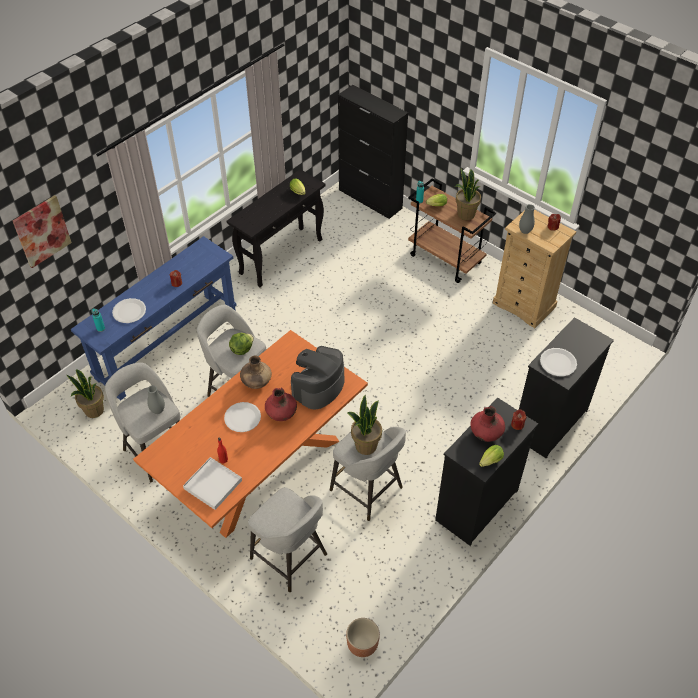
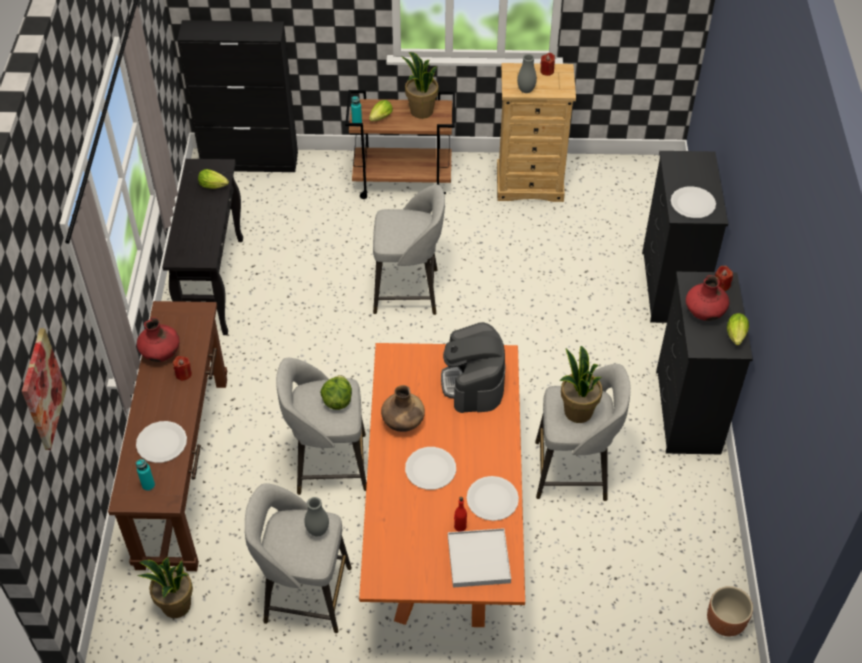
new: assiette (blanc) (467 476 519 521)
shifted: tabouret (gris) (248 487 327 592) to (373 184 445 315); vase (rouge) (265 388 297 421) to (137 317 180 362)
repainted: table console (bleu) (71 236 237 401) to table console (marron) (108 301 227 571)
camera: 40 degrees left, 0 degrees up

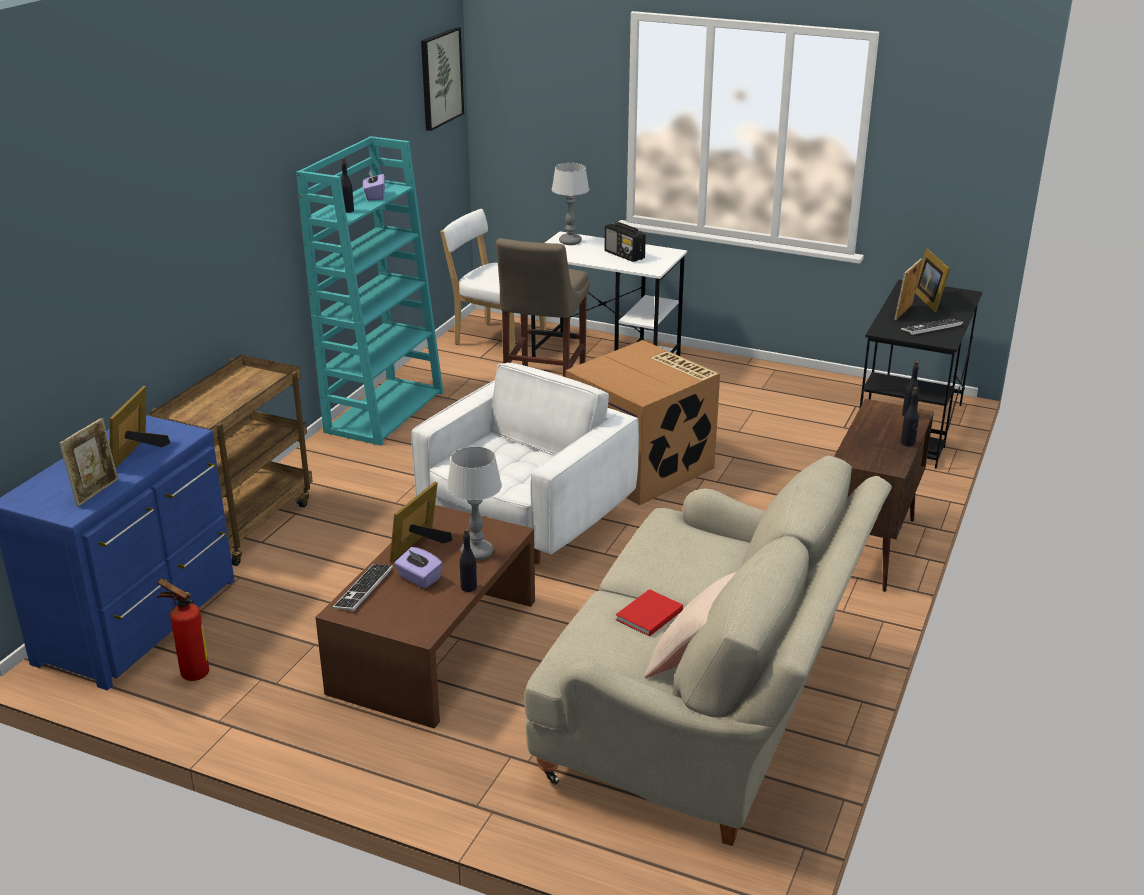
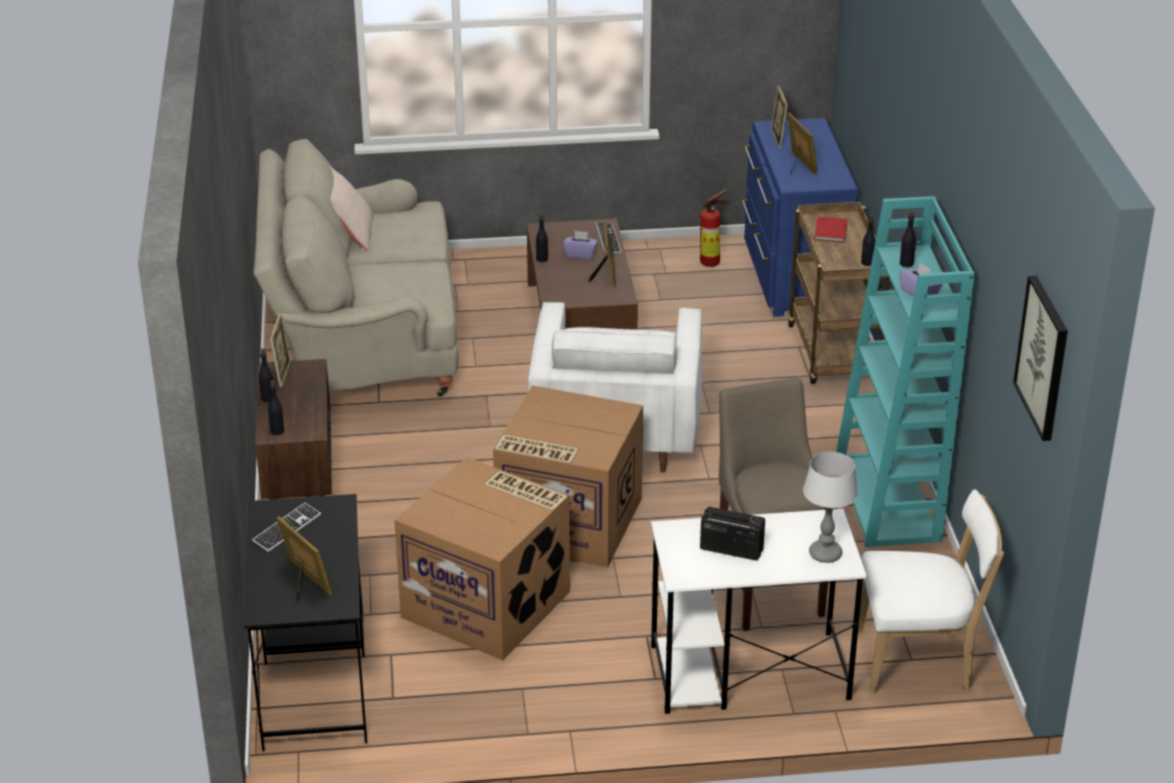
gone: lampe de table (447 446 502 561)
new: carton (394 457 570 660); bouteille (noir) (861 215 875 266)
shifted: livre (rouge) (616 589 683 637) to (814 216 848 243); cadre photo (894 258 922 320) to (270 313 291 387)
camera: 150 degrees right, 5 degrees up

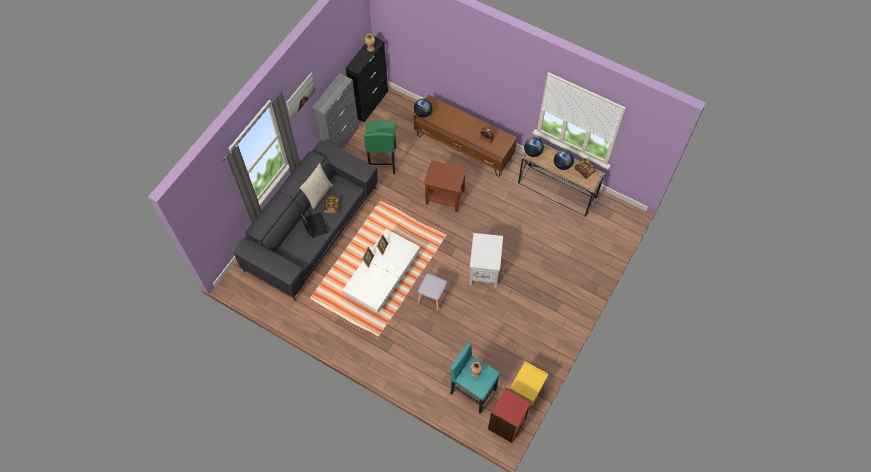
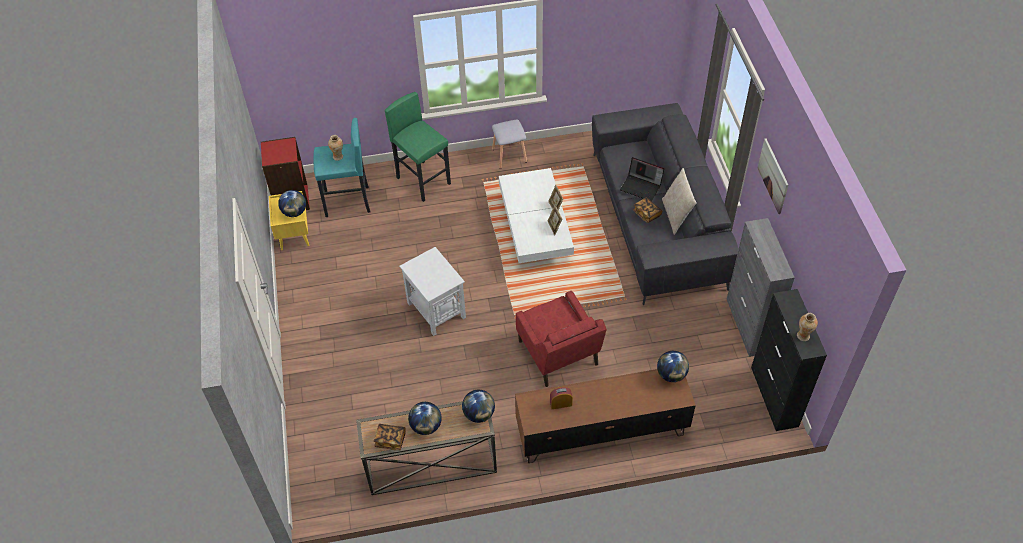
new: globe (278 190 306 217)
shifted: tabouret (vert) (364 121 396 174) to (385 92 451 202); tabouret (gris) (418 273 448 312) to (492 120 527 169)
swapped: table d'appoint (marron) (424 160 467 212) to fauteuil (rouge) (516 291 607 387)
camera: 140 degrees right, 10 degrees down

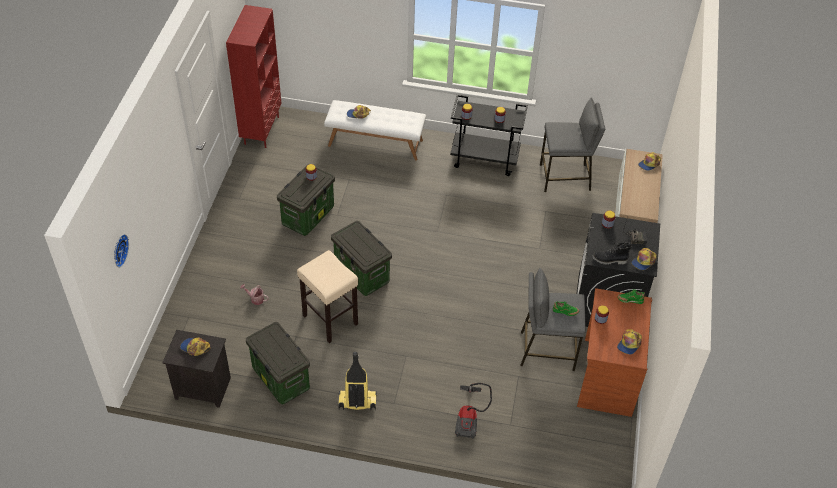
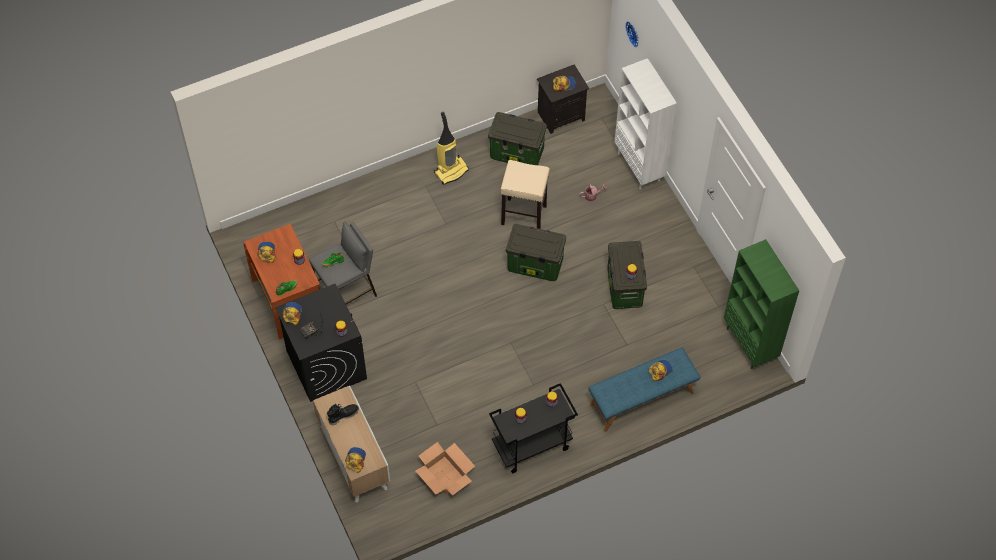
gone: aspirateur (455 383 492 439)
new: bibliothèque (blanc) (614 58 677 189)
shifted: botte (noir) (592 242 632 265) to (327 404 359 426)
swapped: tabouret (gris) (540 98 605 192) to carton (416 442 475 495)
repainted: bibliothèque (rouge) (226 5 281 148) to bibliothèque (vert) (724 239 799 369); banc (blanc) (324 100 426 161) to banc (bleu) (589 347 700 432)
camera: 145 degrees right, 10 degrees up

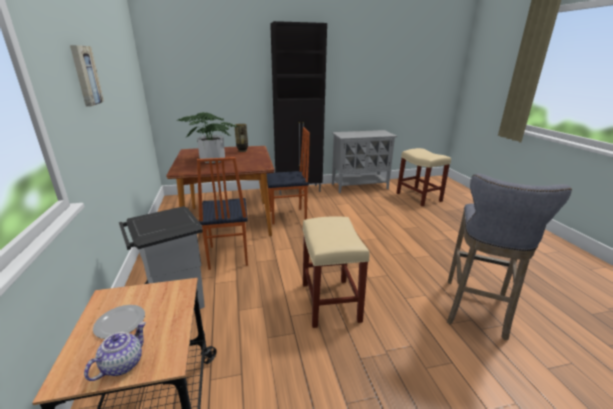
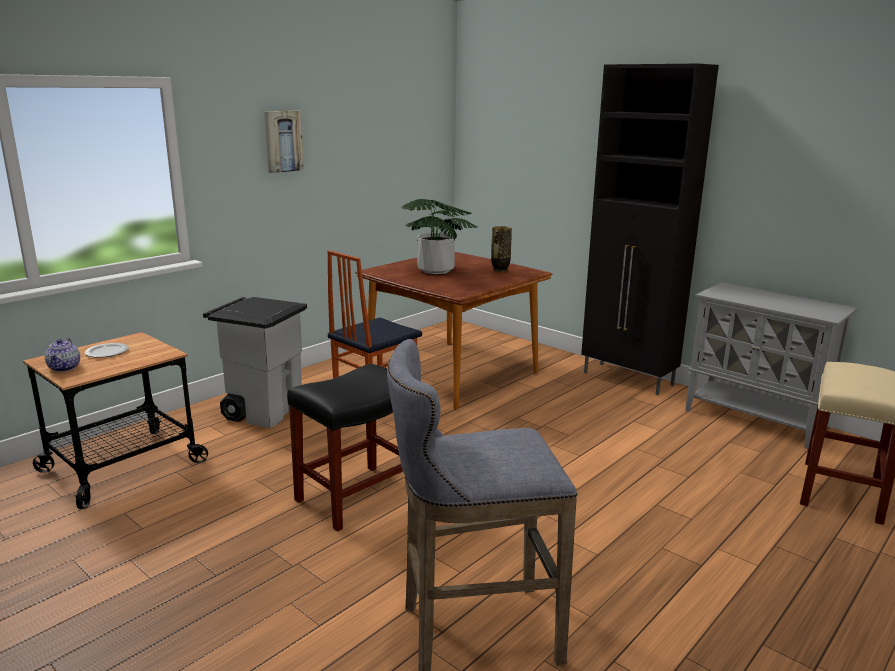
gone: chaise (267 127 310 224)
repainted: tabouret (beige) (303 216 370 328) to tabouret (noir) (287 364 403 532)
rotated: théière (84 322 146 381) = (45 338 80 372) 90 degrees clockwise
camera: 55 degrees right, 5 degrees down

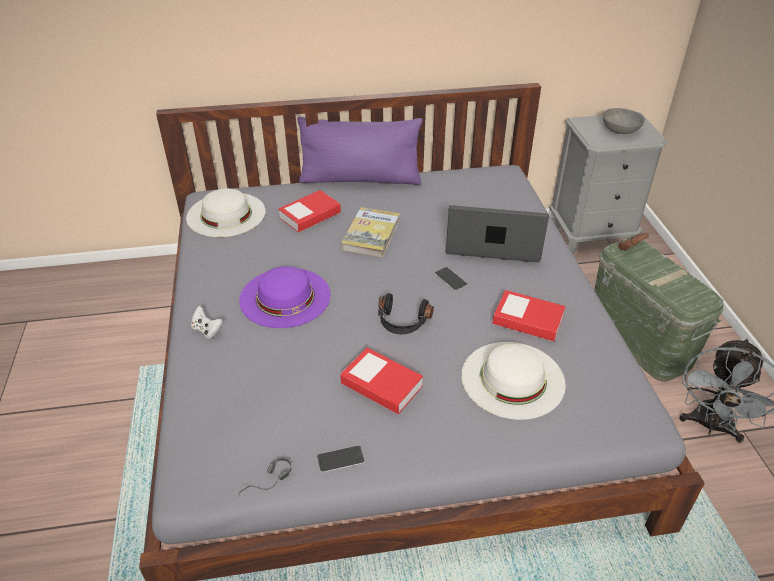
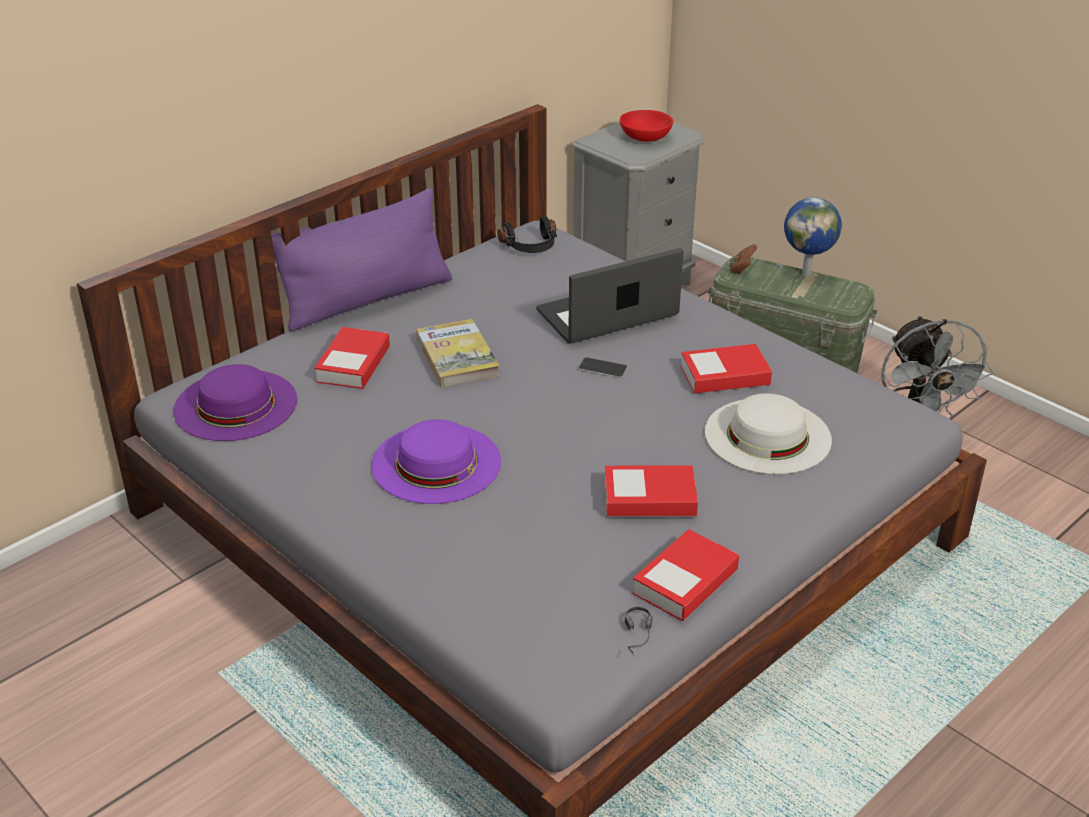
gone: manette (blanc) (191 306 223 339)
new: globe (784 197 842 276)
shifted: casque audio (noir) (378 293 434 334) to (497 216 557 253)
swapped: téléphone (317 445 365 473) to livre (632 529 739 621)
repainted: chapeau (blanc) (186 188 266 237) to chapeau (violet) (173 364 297 441); bol (gris) (603 108 645 134) to bol (rouge) (620 110 673 142)
camera: 35 degrees left, 5 degrees down

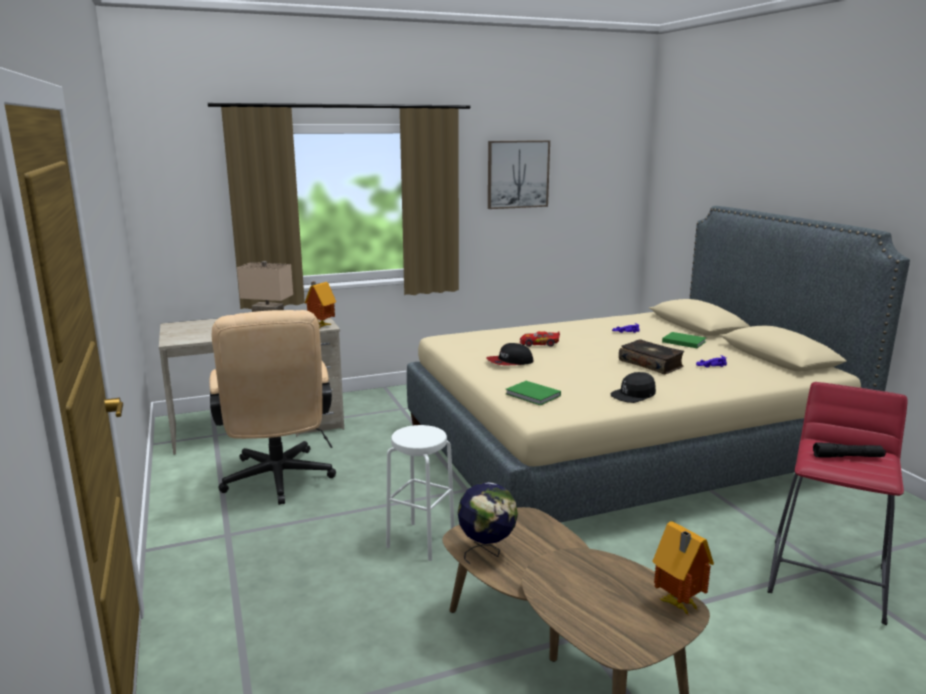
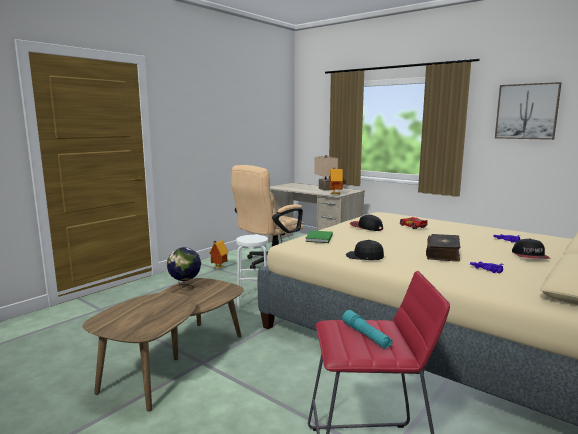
shifted: maison miniature (652 521 714 616) to (209 241 228 269)
swapped: livre (vert) (662 332 706 348) to casquette (512 238 551 259)
repainted: lampe de poche (noir) (813 443 886 458) to lampe de poche (turquoise) (342 310 393 348)
camera: 60 degrees right, 5 degrees down

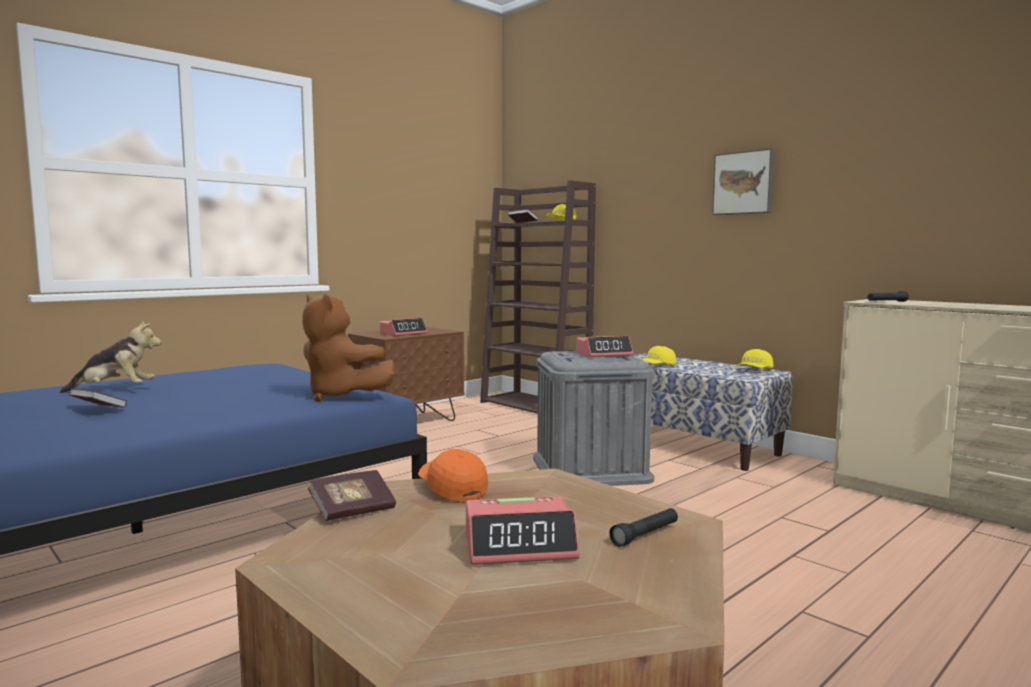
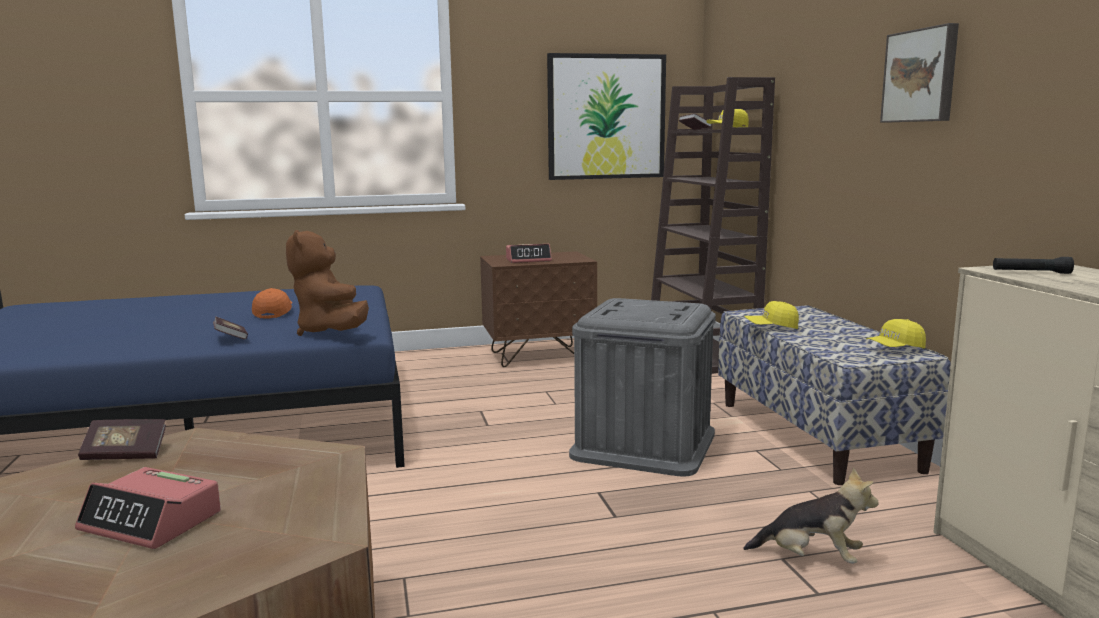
gone: réveil (577 336 633 357); lampe de poche (noir) (610 508 678 547)
new: tableau (547 53 666 180)
shifted: peluche (60 320 161 393) to (743 467 879 564); livre (69 388 127 408) to (213 316 248 340); casquette (orange) (418 449 488 503) to (252 288 292 319)
camera: 30 degrees right, 5 degrees up

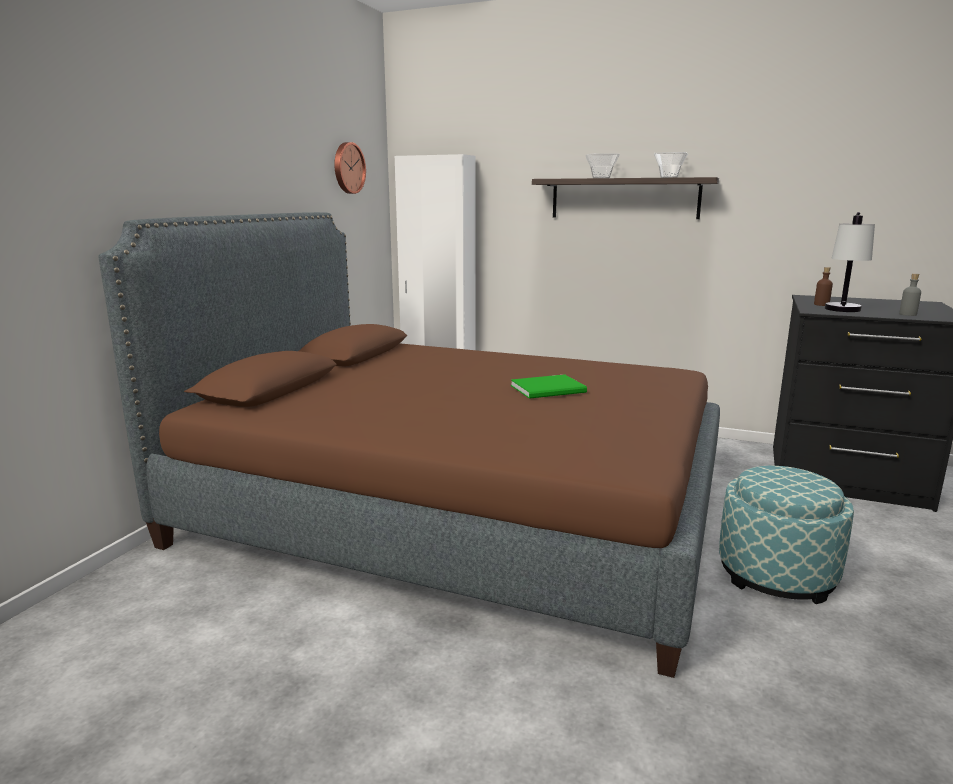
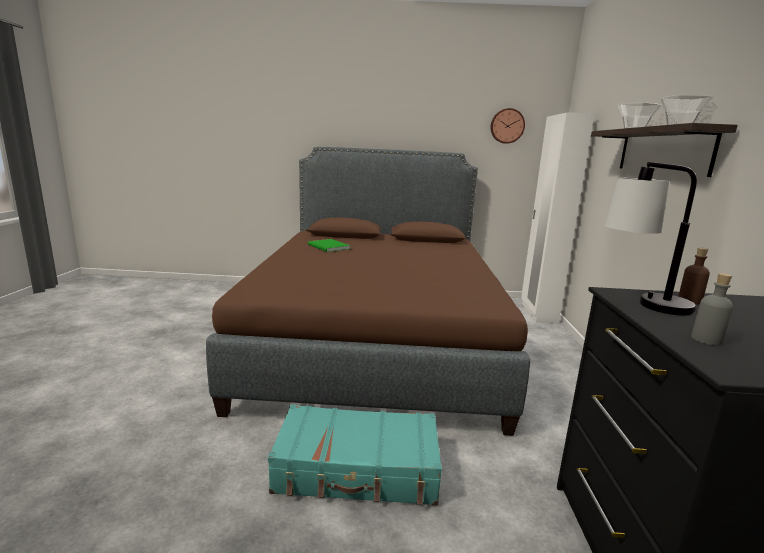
shifted: livre (vert) (511 374 587 399) to (308 239 350 252)
swapped: pouf (719 466 854 604) to valise (turquoise) (268 405 442 506)
camera: 70 degrees right, 0 degrees up

